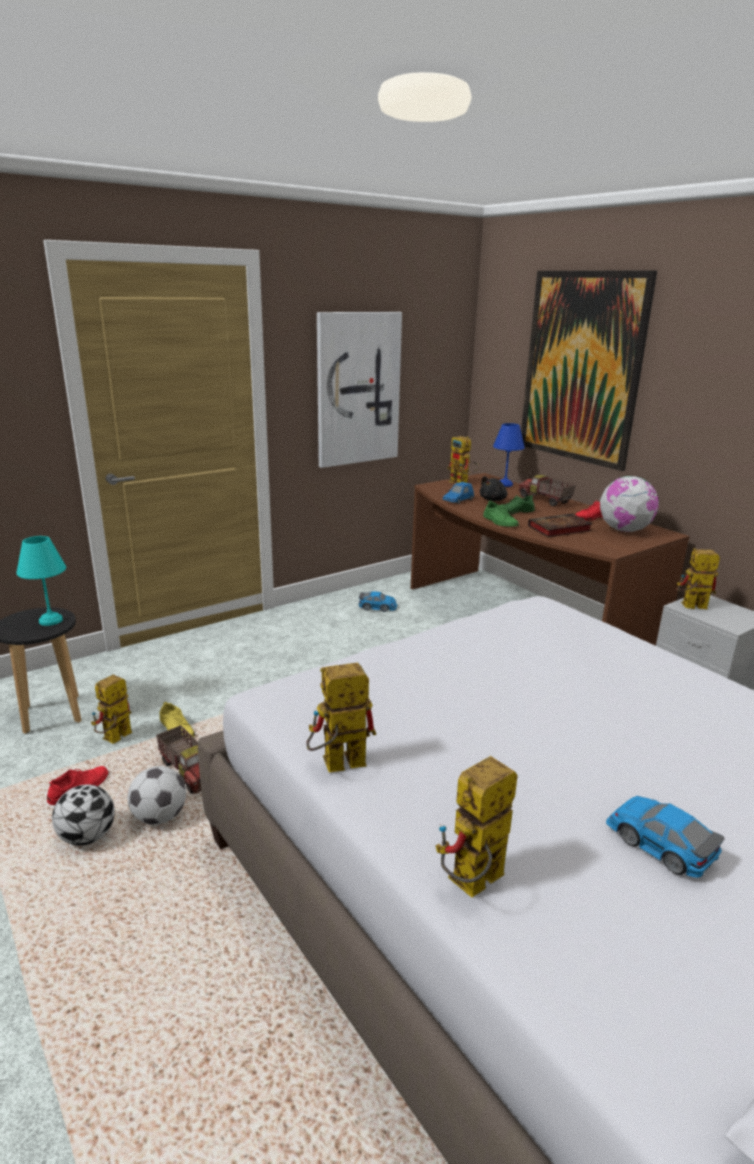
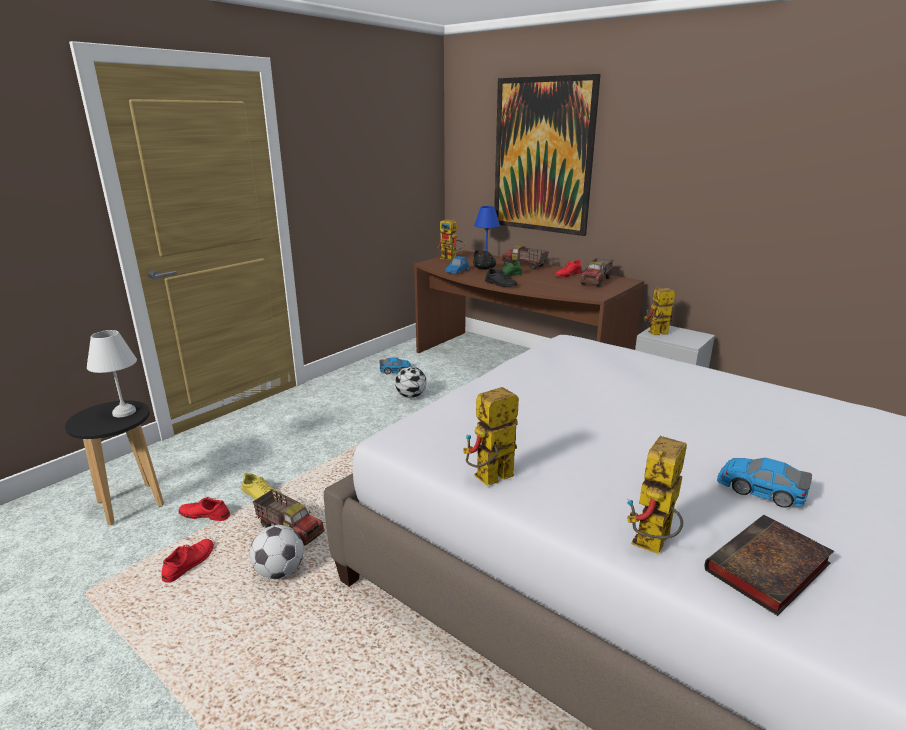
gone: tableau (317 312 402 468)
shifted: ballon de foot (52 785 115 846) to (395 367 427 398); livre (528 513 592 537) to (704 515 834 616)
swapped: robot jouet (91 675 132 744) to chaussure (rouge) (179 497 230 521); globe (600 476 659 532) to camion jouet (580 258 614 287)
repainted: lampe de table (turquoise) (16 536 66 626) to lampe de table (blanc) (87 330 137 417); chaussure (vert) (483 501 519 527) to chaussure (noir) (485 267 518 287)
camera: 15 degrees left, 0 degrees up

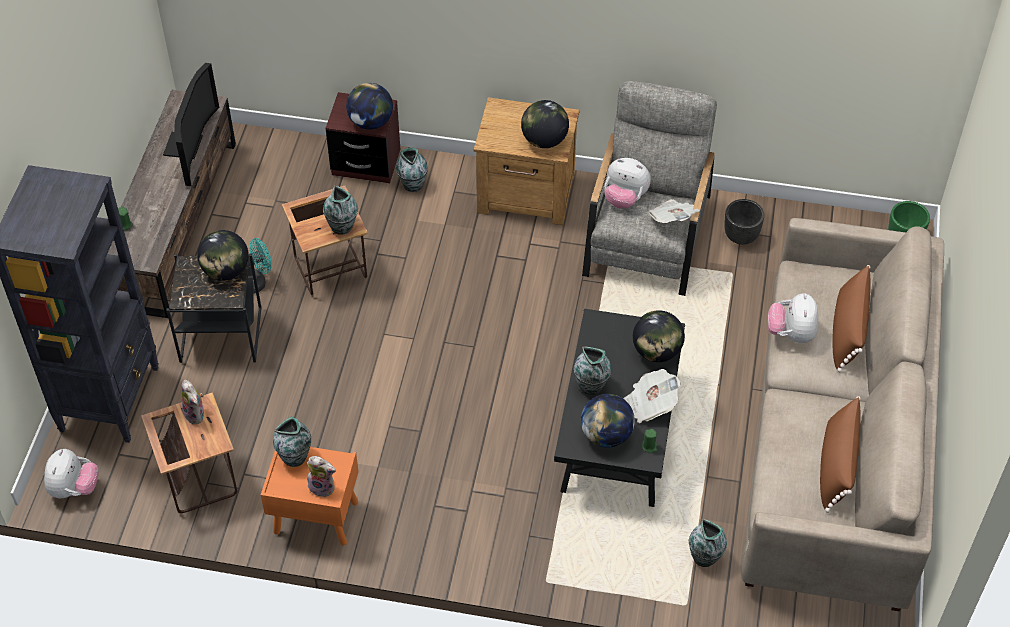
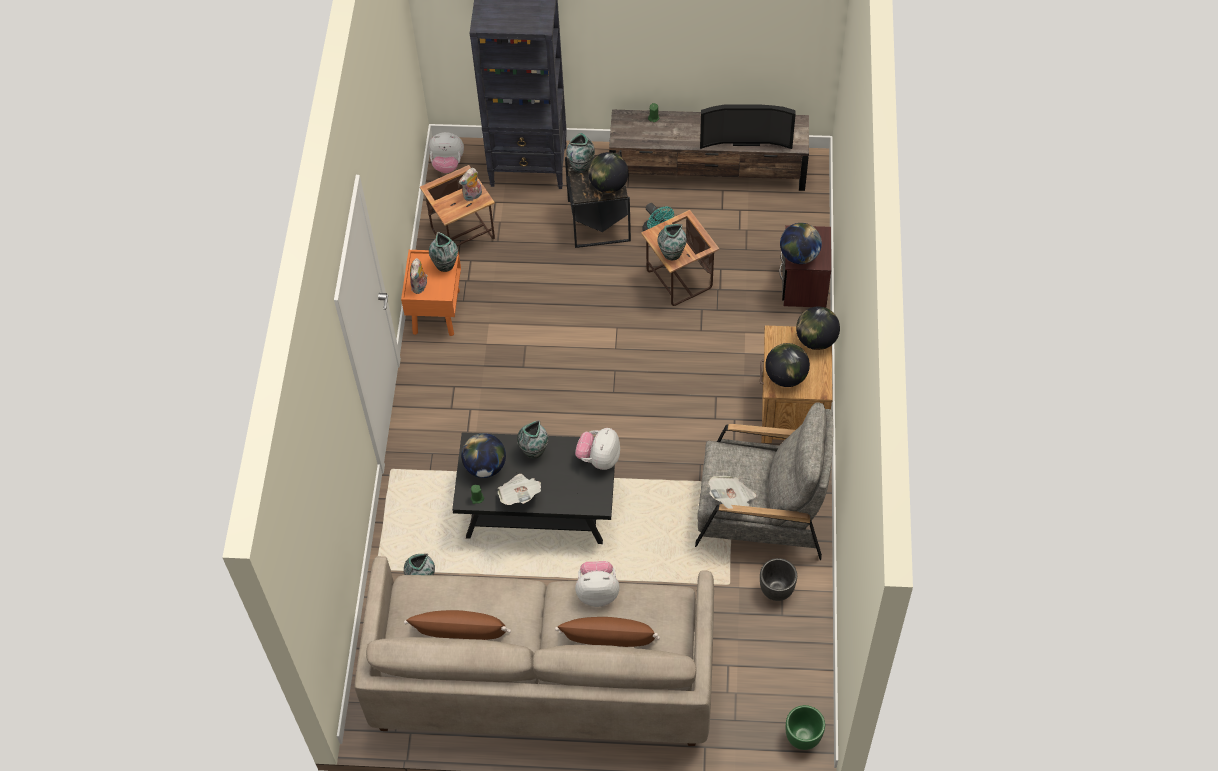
shifted: vase (396 147 428 192) to (566 133 595 173); peluche (604 158 651 209) to (575 428 620 470); globe (633 310 685 362) to (796 306 840 350)
camera: 85 degrees right, 5 degrees up

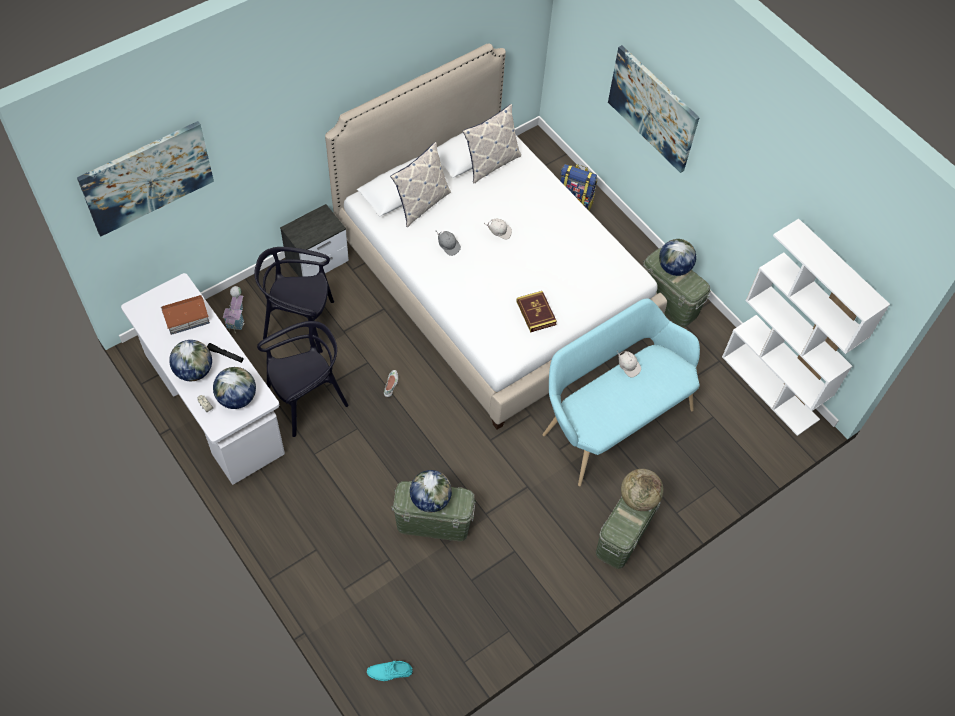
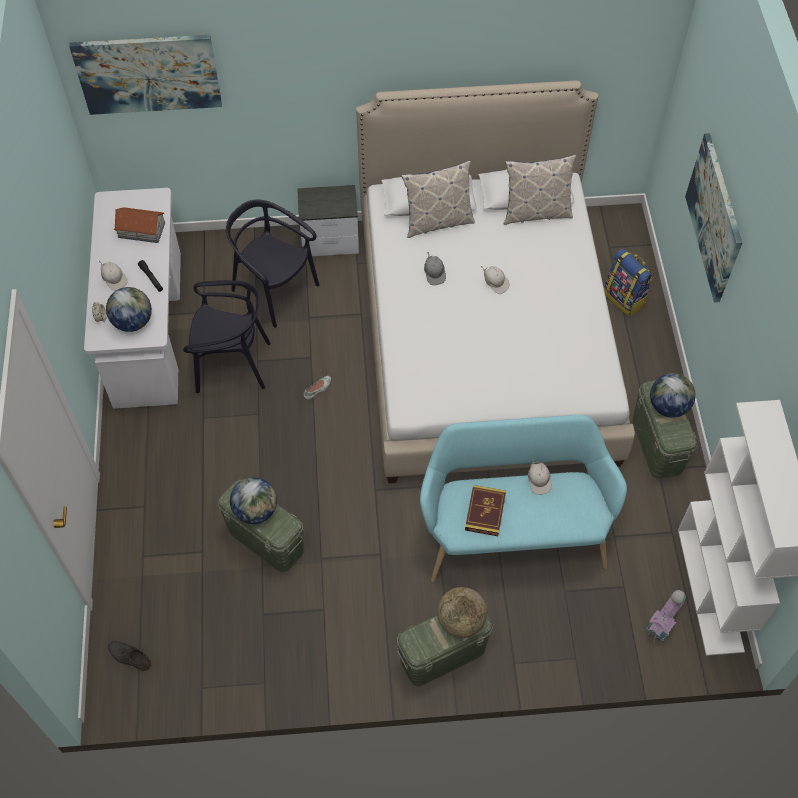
shifted: maison miniature (223 286 244 333) to (646 590 686 642); livre (516 291 557 332) to (465 485 506 536)
swapped: globe (169 340 212 381) to casquette (blanc) (99 261 127 291)
repainted: chaussure (turquoise) (367 661 413 681) to chaussure (gris) (108 641 151 671)
camera: 35 degrees right, 0 degrees up

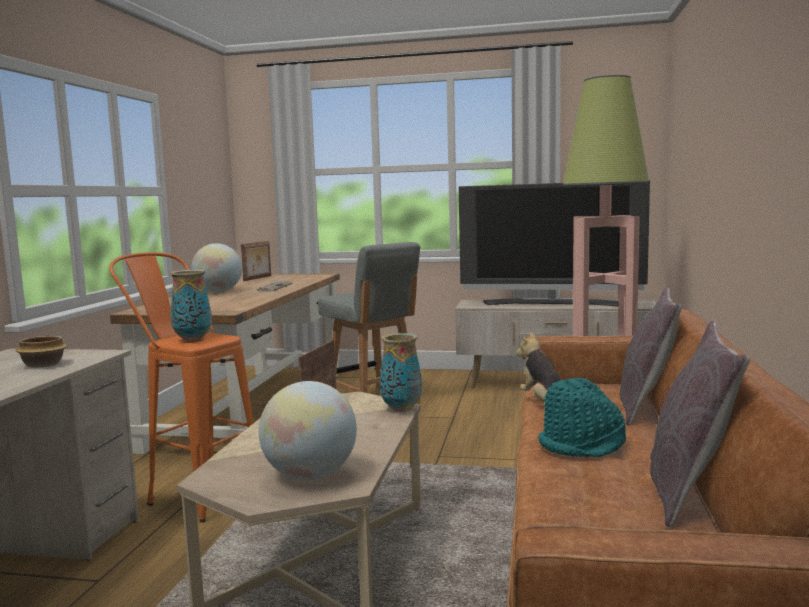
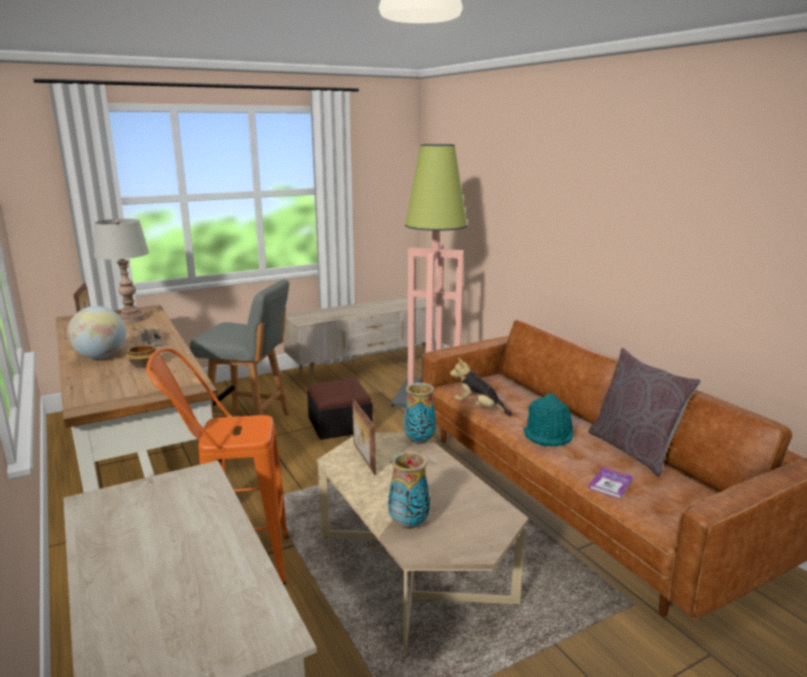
gone: globe (259 381 357 480); téléviseur (459 180 650 306); coussin (gris) (620 287 682 425)
new: lampe de table (gris) (94 219 149 323); pouf (307 378 373 440); livre (588 467 633 499)
shifted: bol (15 336 67 368) to (126 345 156 368); vase (170 270 212 342) to (388 451 430 529)
camera: 40 degrees left, 10 degrees up

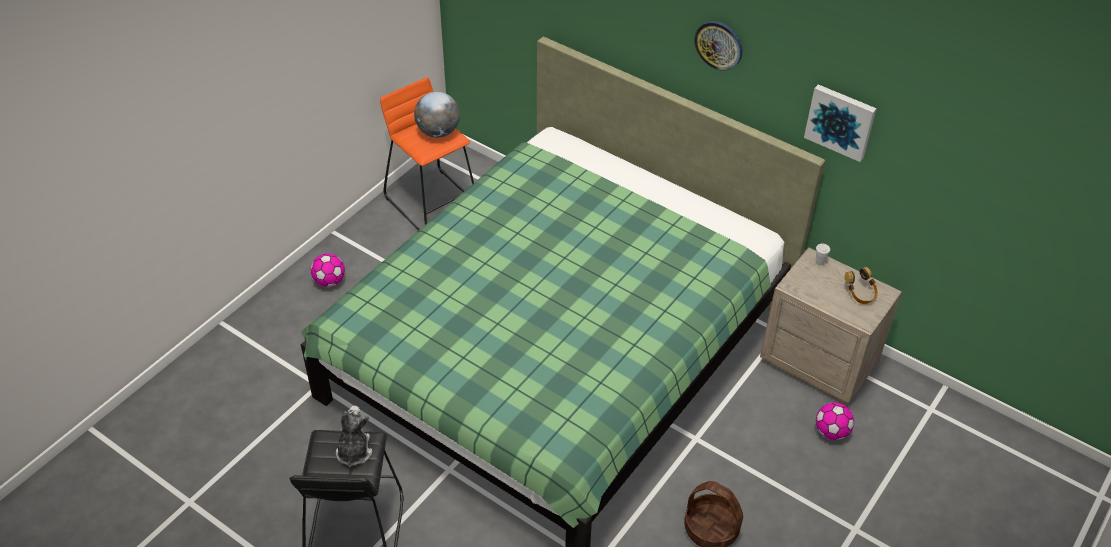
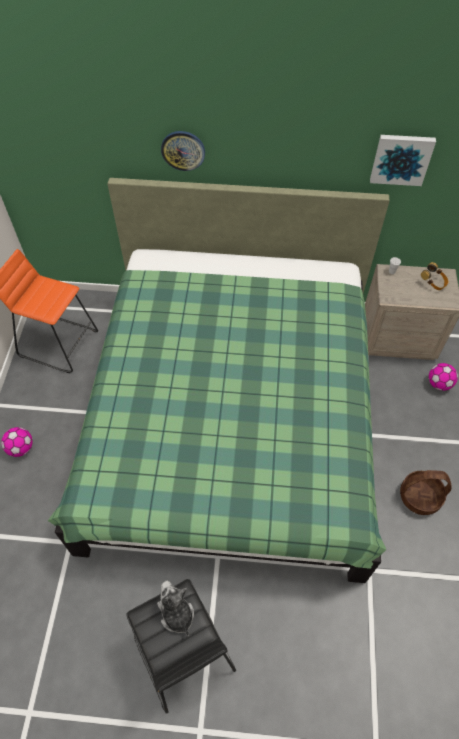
gone: globe (414 92 460 138)
shifted: horloge murale (694 21 742 71) to (161 131 205 171)
camera: 30 degrees left, 10 degrees up

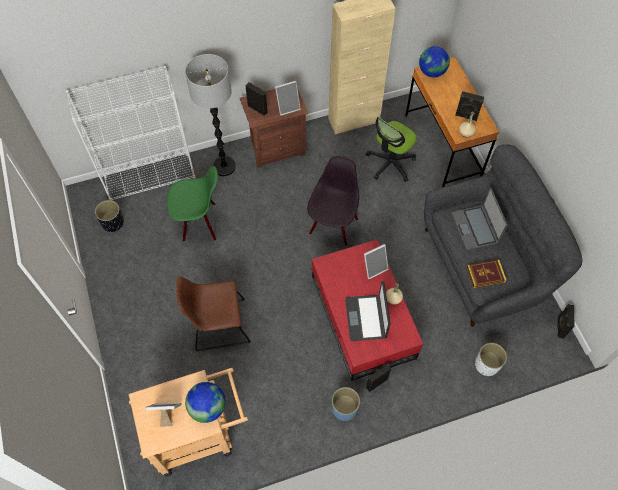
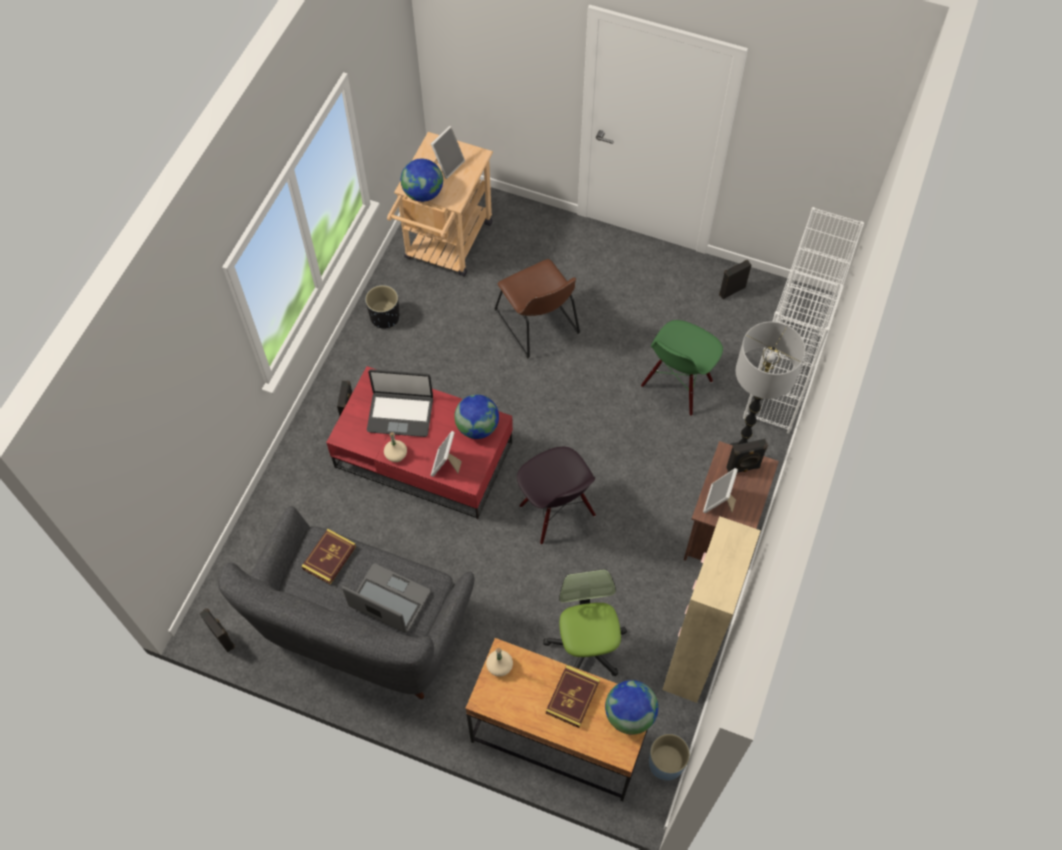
gone: cache-pot (blanc) (475 343 507 376)
new: globe (454 394 499 439); livre (546 665 600 728)
shifted: cache-pot (noir) (95 200 124 232) to (365 285 400 329); cache-pot (bleu) (332 387 360 421) to (649 734 690 781); enceinte (noir) (455 91 484 121) to (719 260 751 299)
rotated: chaise (marron) (176 276 251 351) = (495 259 580 359) 120 degrees clockwise; ordinateur portable (345 281 390 341) = (367 369 433 437) 150 degrees clockwise
camera: 130 degrees right, 0 degrees up

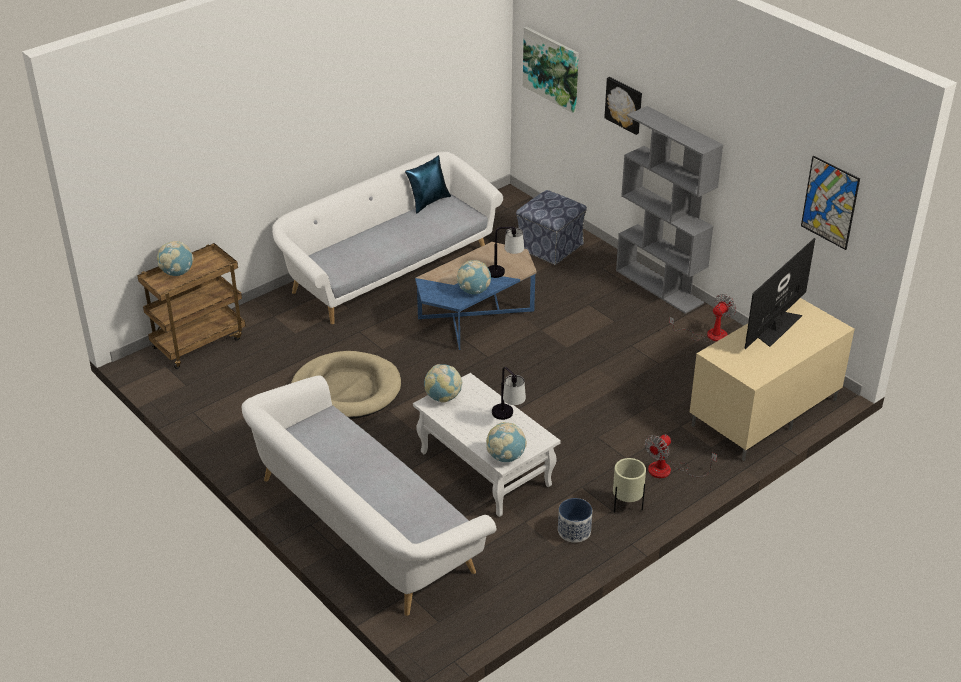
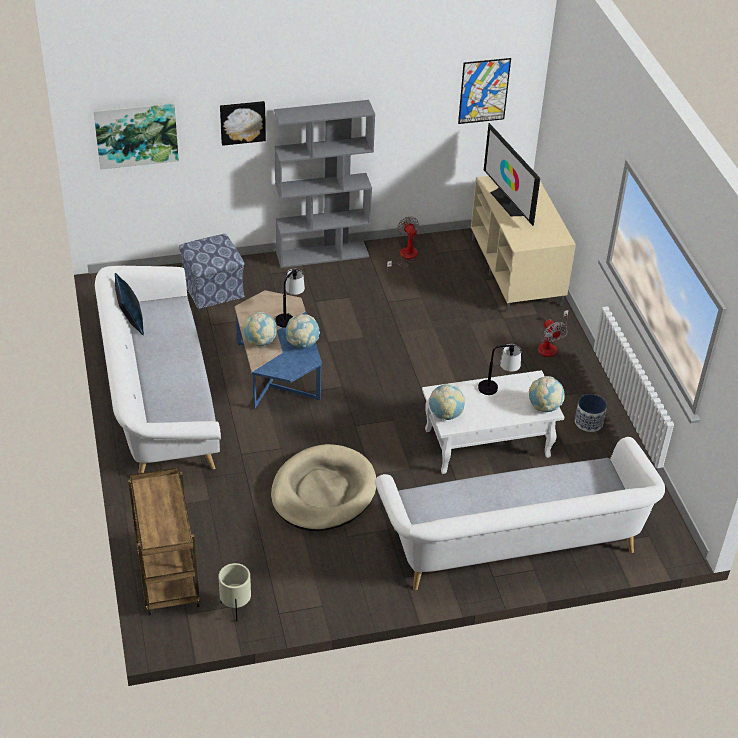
shifted: globe (157 241 194 276) to (243 312 277 346); cache-pot (beige) (613 458 646 513) to (218 563 251 621)
camera: 65 degrees left, 5 degrees up

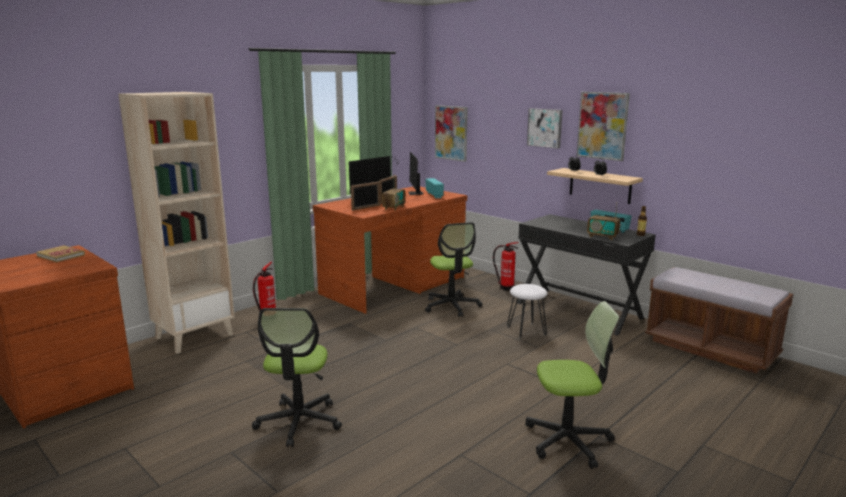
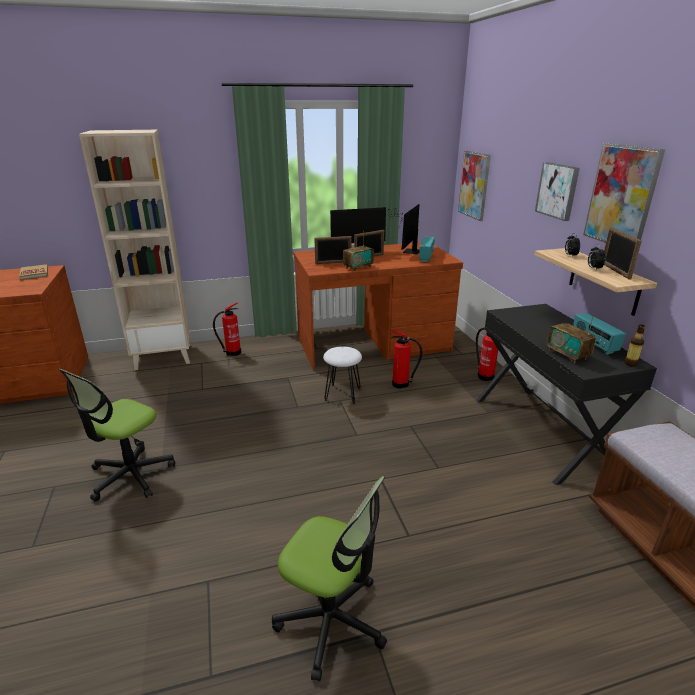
new: cadre photo (604 227 642 280)
shifted: tabouret (blanc) (507 284 547 339) to (323 346 362 404)
swapped: chaise de bureau (425 222 482 317) to extincteur (391 330 422 389)
camera: 30 degrees right, 10 degrees up

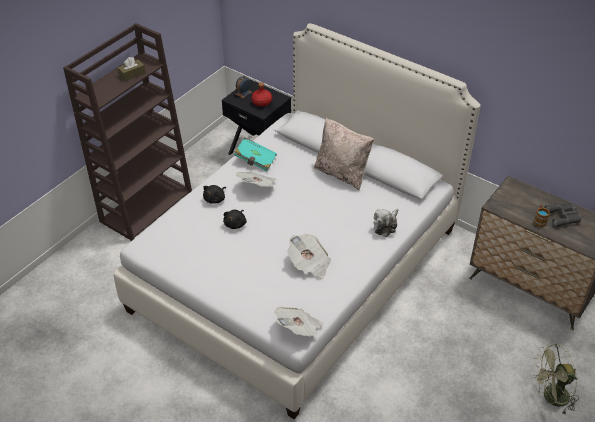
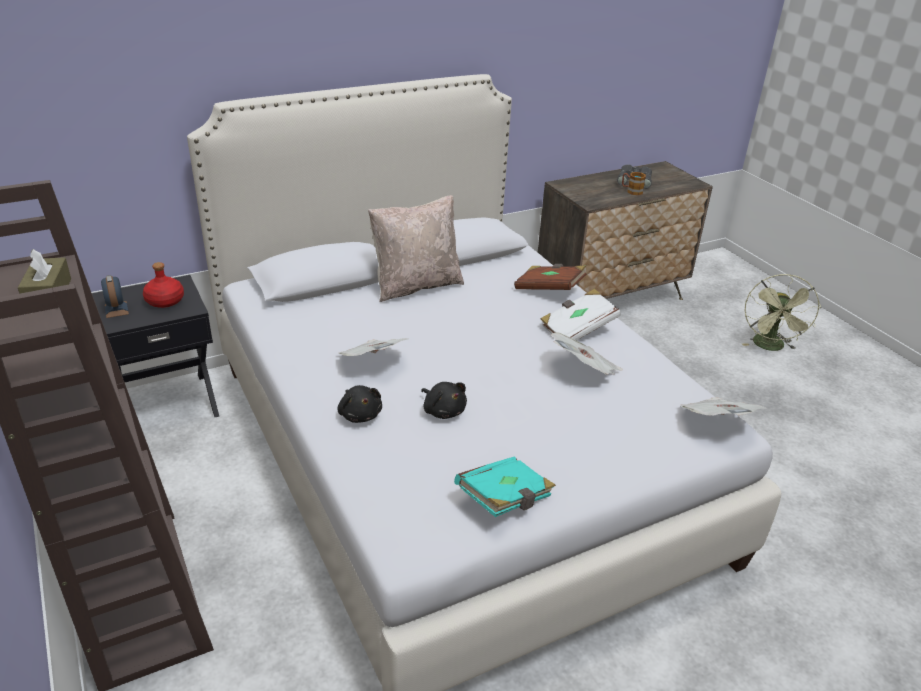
new: livre (blanc) (541 289 621 340)
shifted: livre (turquoise) (234 137 277 171) to (454 457 556 517)
swapped: peluche (373 209 398 237) to livre (marron) (514 264 587 290)
camera: 65 degrees left, 10 degrees down

